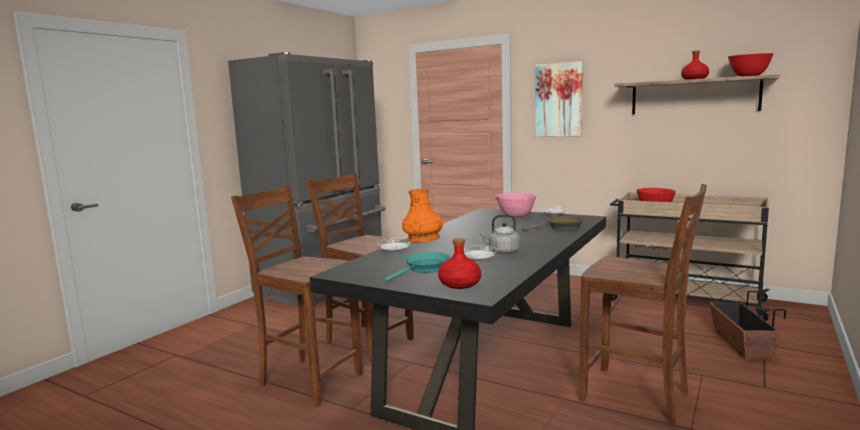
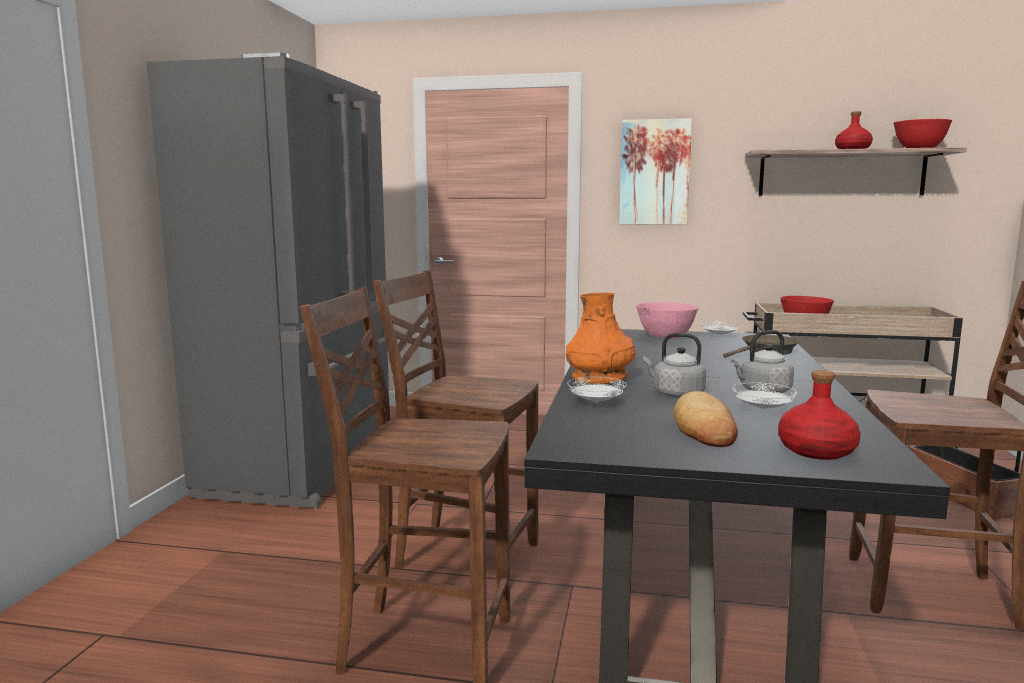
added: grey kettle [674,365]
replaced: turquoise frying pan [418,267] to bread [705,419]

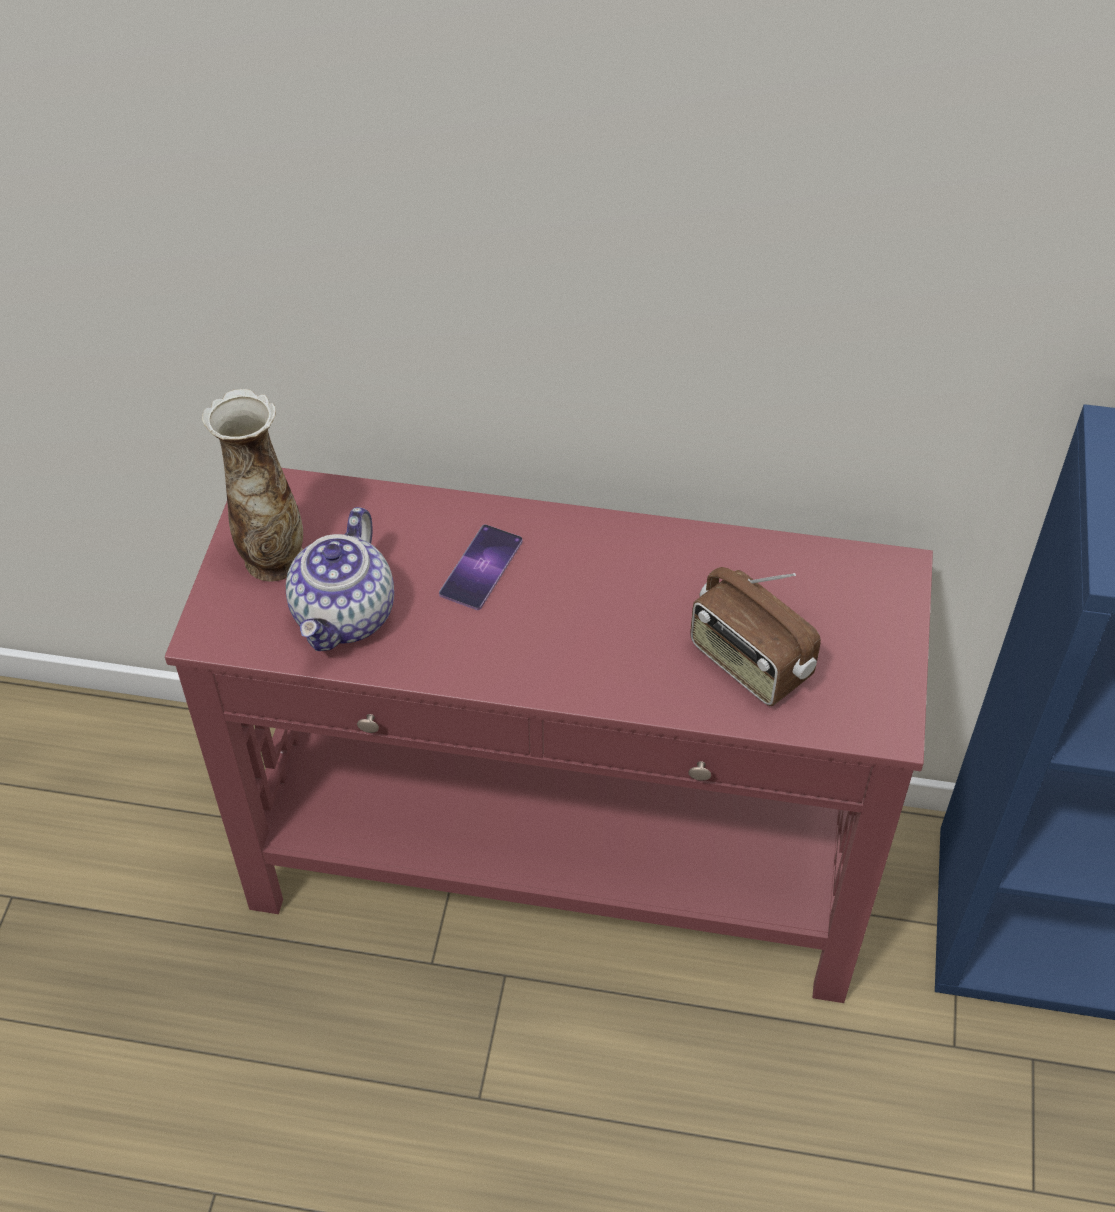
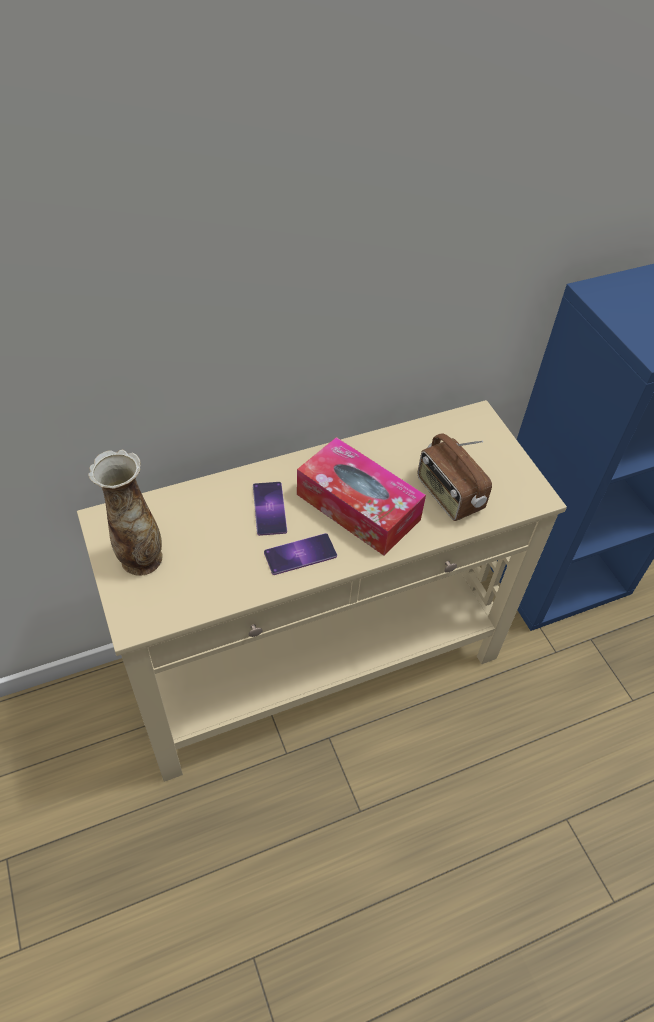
removed: teapot [340,579]
added: tissue box [361,496]; phone [300,554]
recoloured: red console table [549,735] to beige console table [322,591]
turned: radio [755,636] = [455,477] 45 degrees clockwise

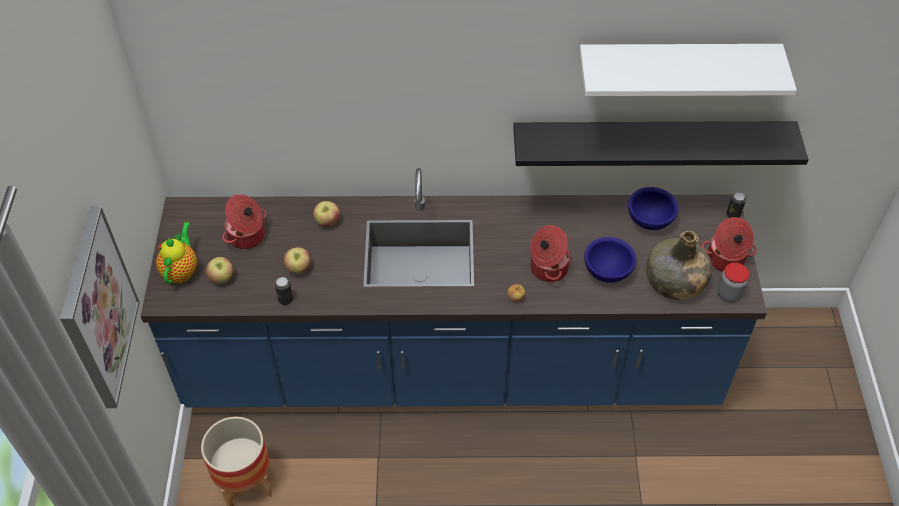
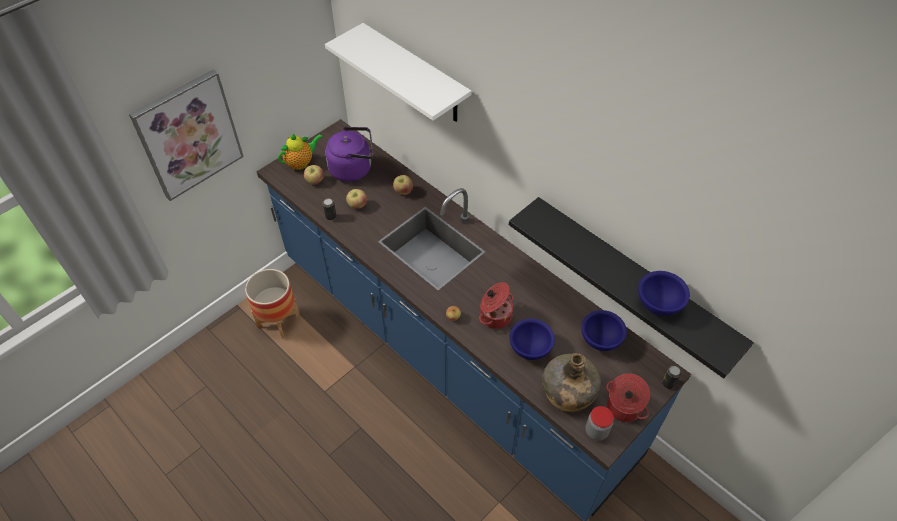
added: blue bowl [664,293]
moved: white shelf [688,70] to [398,72]
replaced: cooking pot [244,221] to purple kettle [349,154]

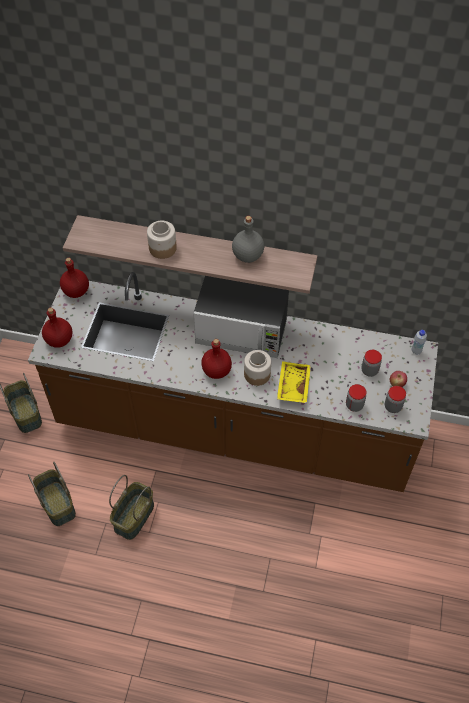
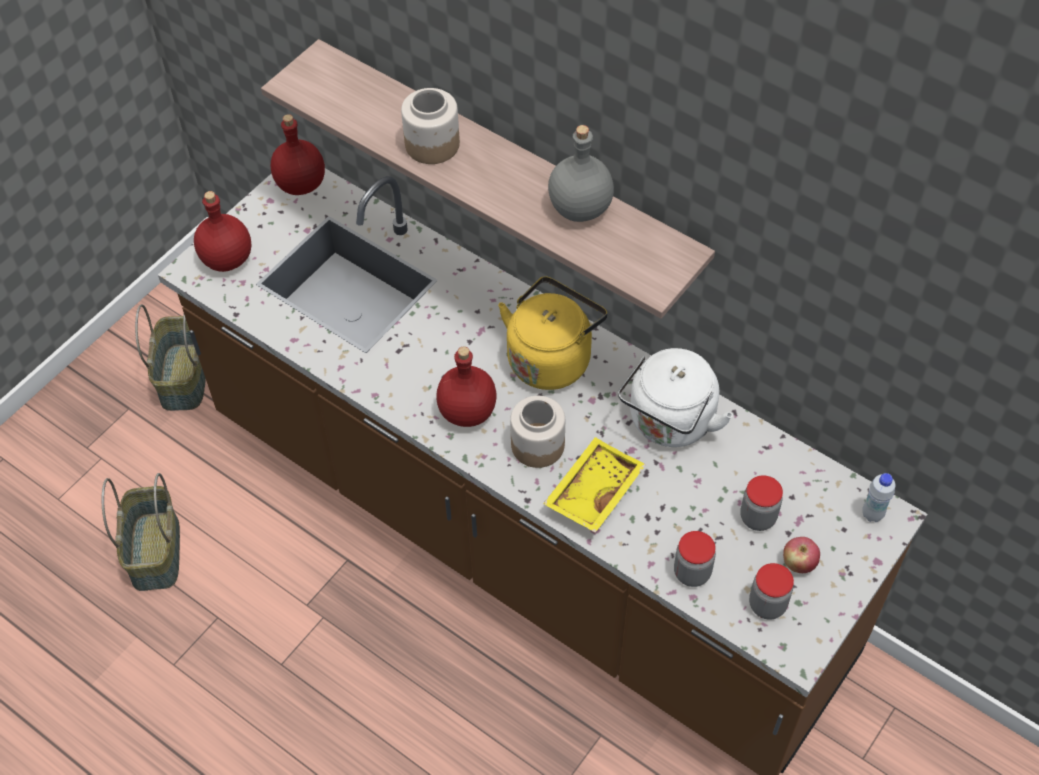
removed: basket [131,507]
added: white kettle [675,397]
replaced: microwave [241,317] to yellow kettle [552,333]

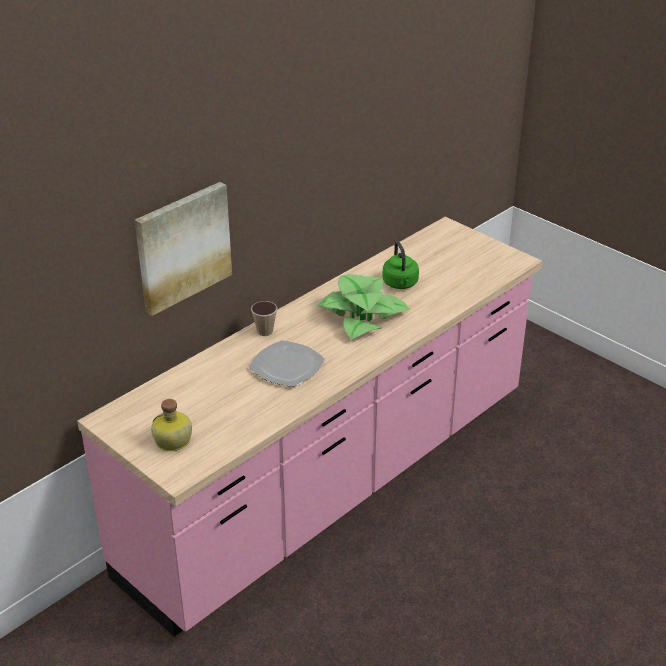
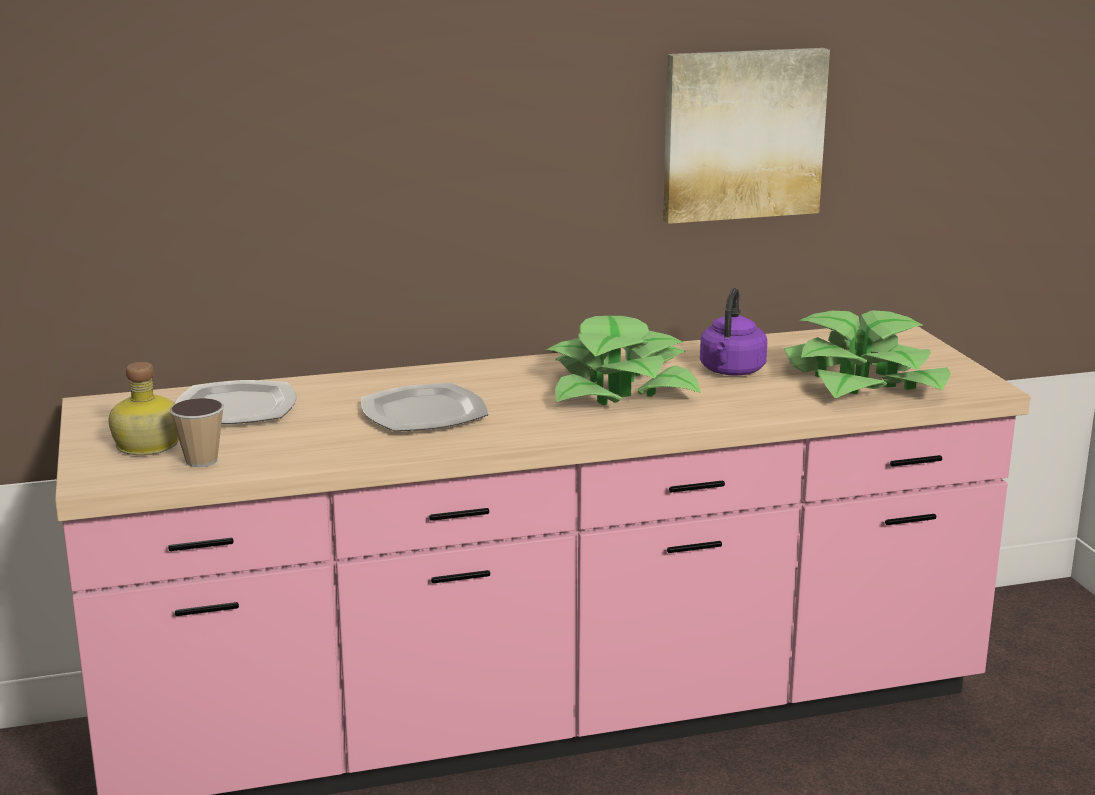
added: potted plant [867,354]; plate [236,402]
moved: picture [183,249] to [746,136]; cup [264,318] to [197,432]
recoloured: green kettle [400,265] to purple kettle [733,331]

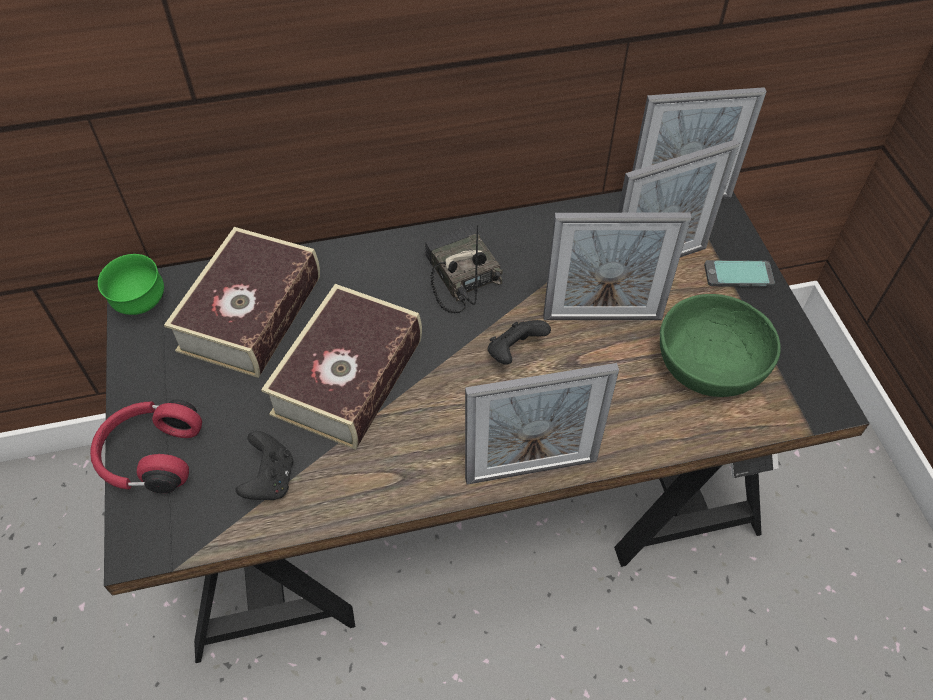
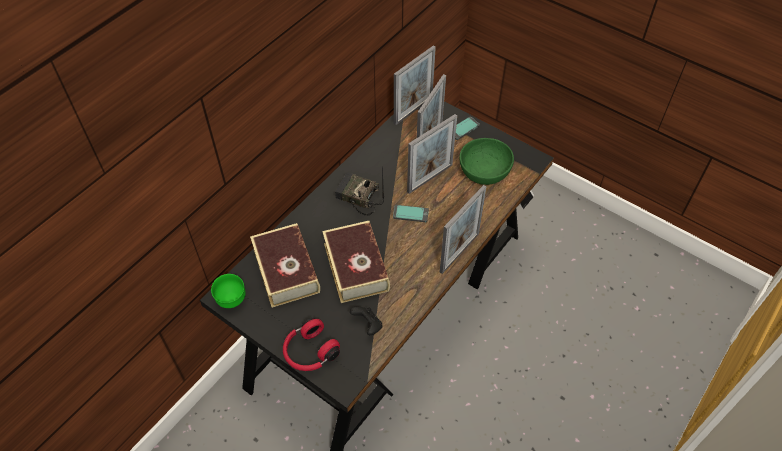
replaced: black game controller [519,342] to phone [411,213]

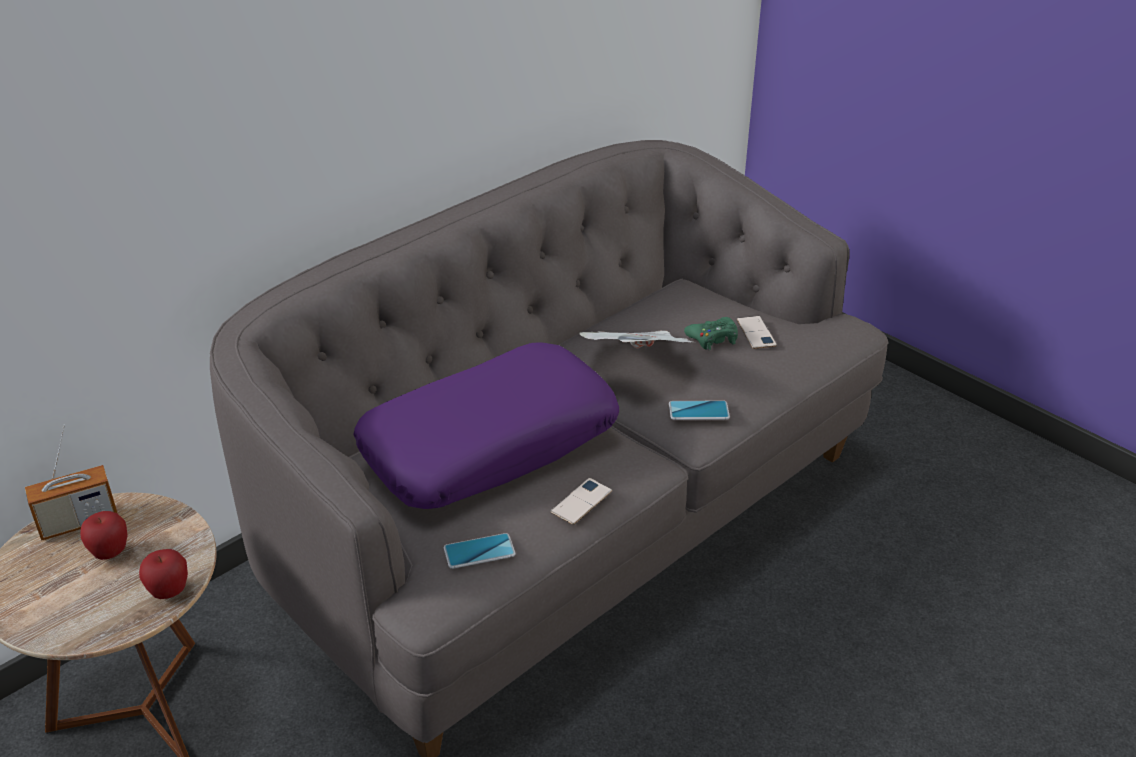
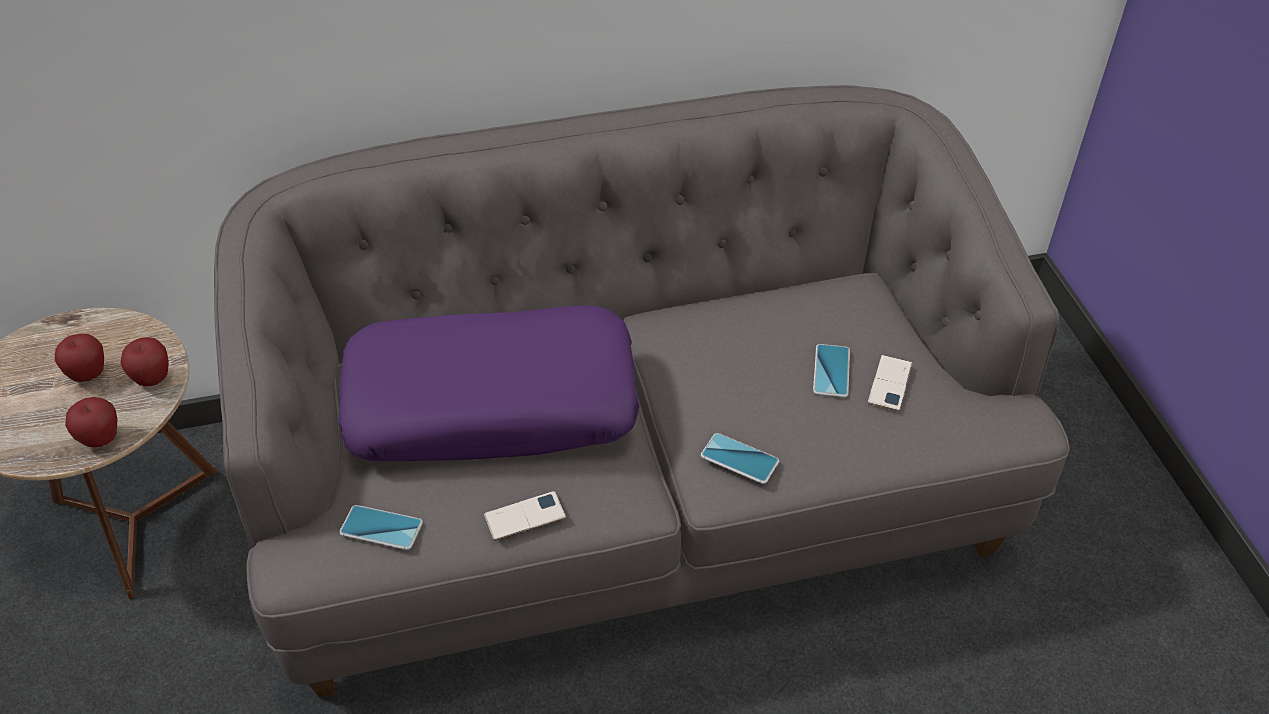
removed: newspaper [638,339]; radio [71,483]
added: apple [144,361]
replaced: green game controller [711,333] to phone [831,370]

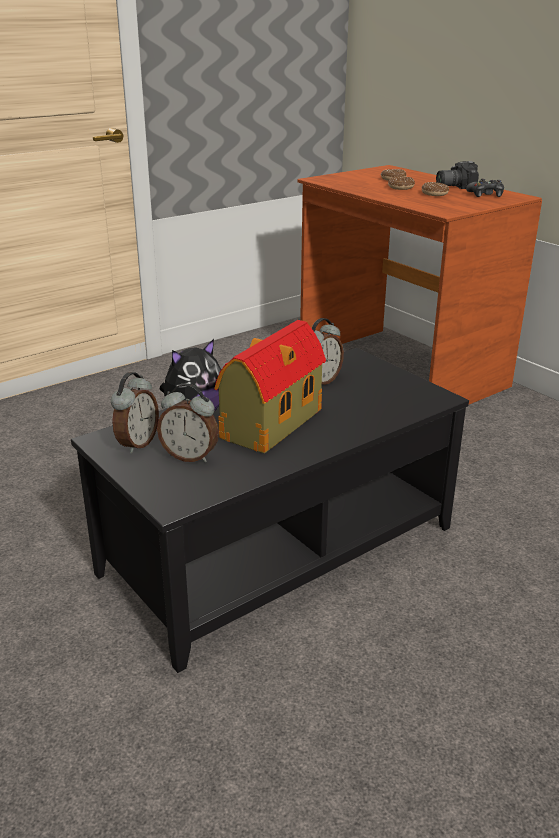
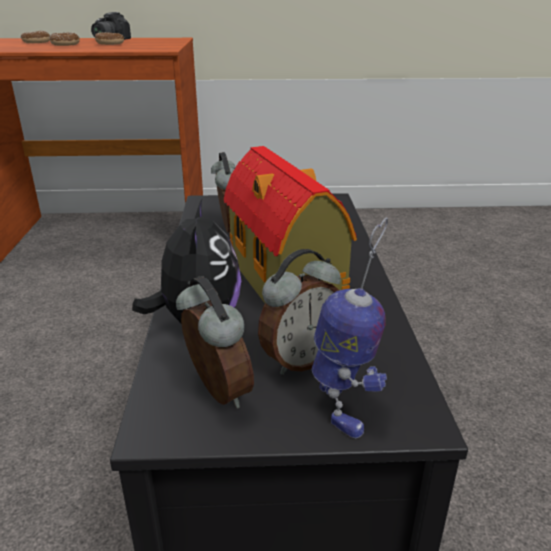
removed: black game controller [485,188]
added: toy robot [350,327]

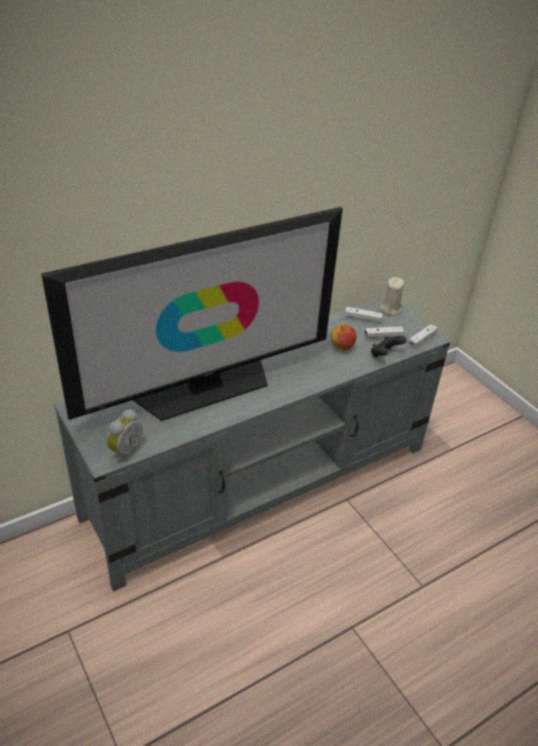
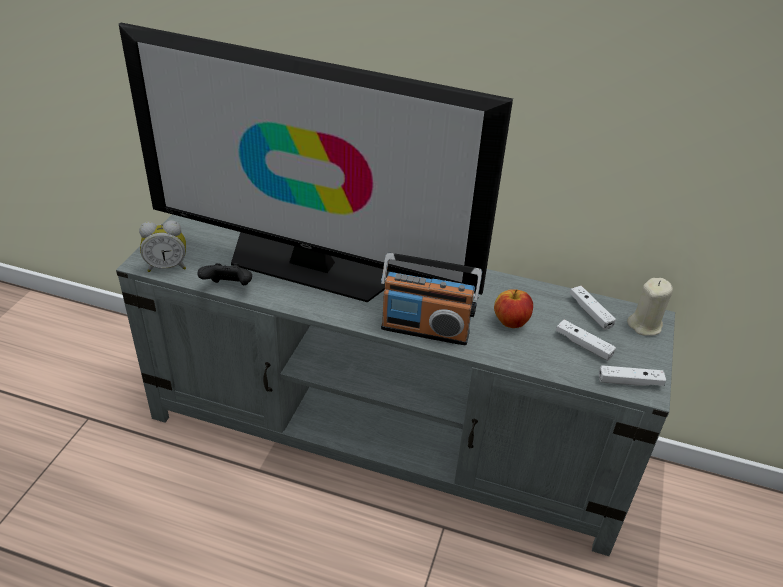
added: radio [431,299]
moved: black game controller [389,346] to [224,274]

